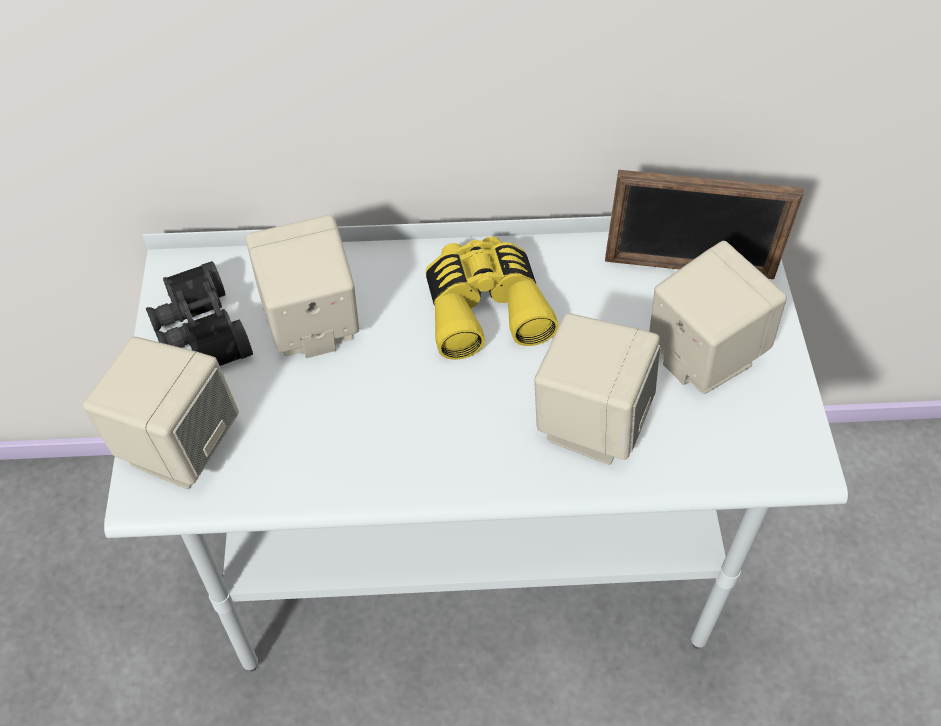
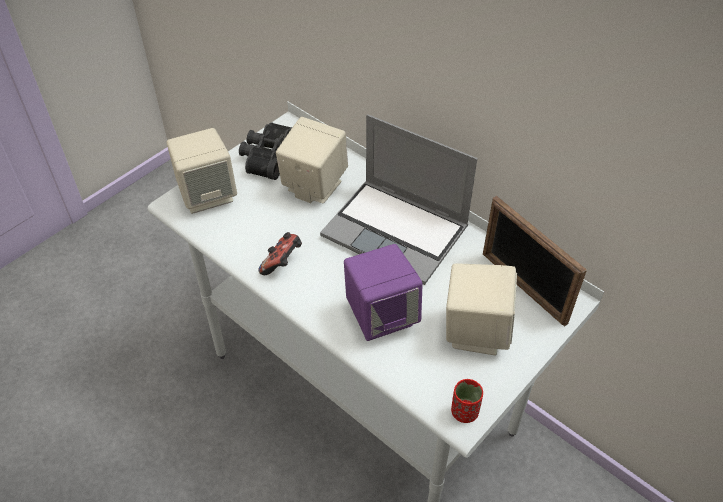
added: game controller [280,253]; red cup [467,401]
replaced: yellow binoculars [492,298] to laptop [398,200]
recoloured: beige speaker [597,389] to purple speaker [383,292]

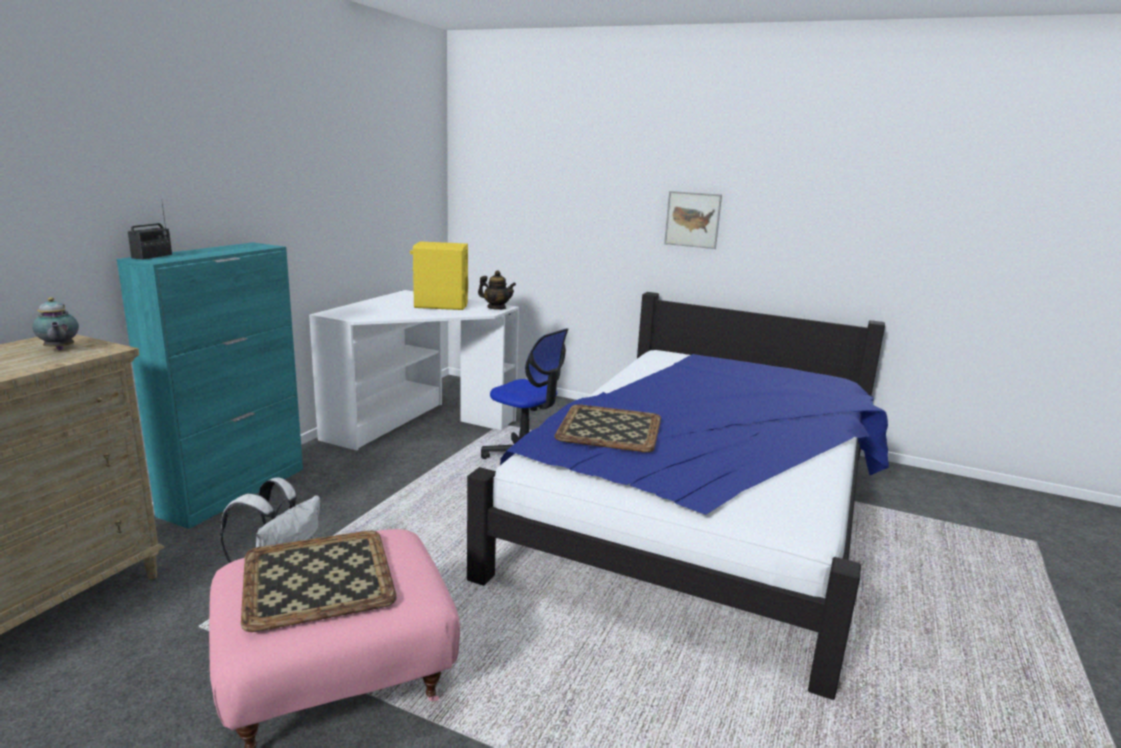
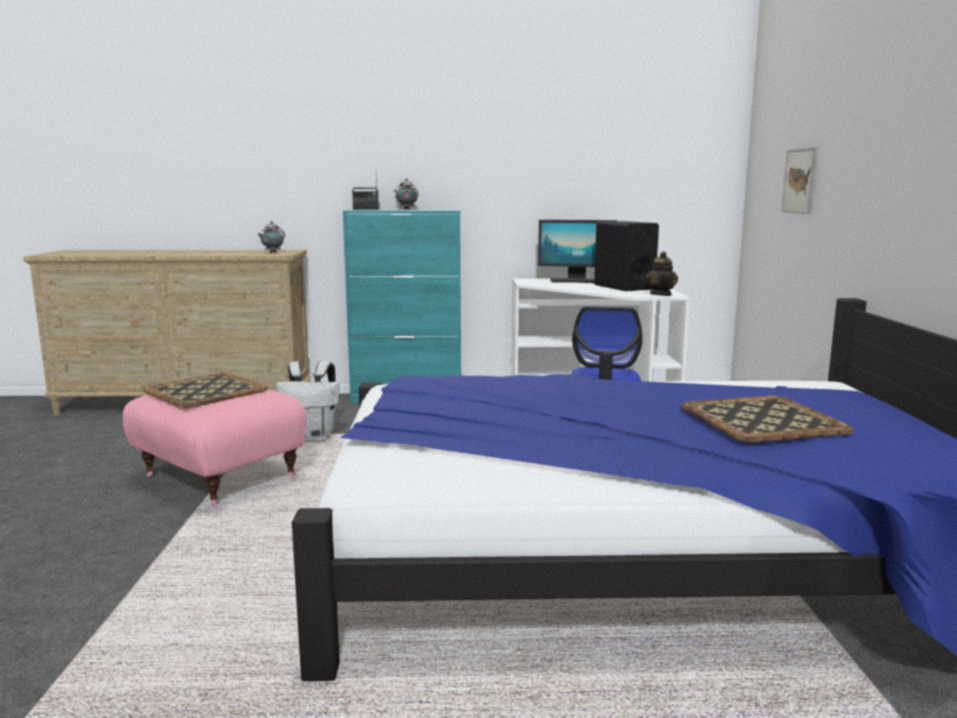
added: teapot [406,194]; monitor [577,251]
moved: picture [693,220] to [800,180]; tray [607,428] to [767,419]
recoloured: yellow speaker [439,276] to black speaker [626,256]

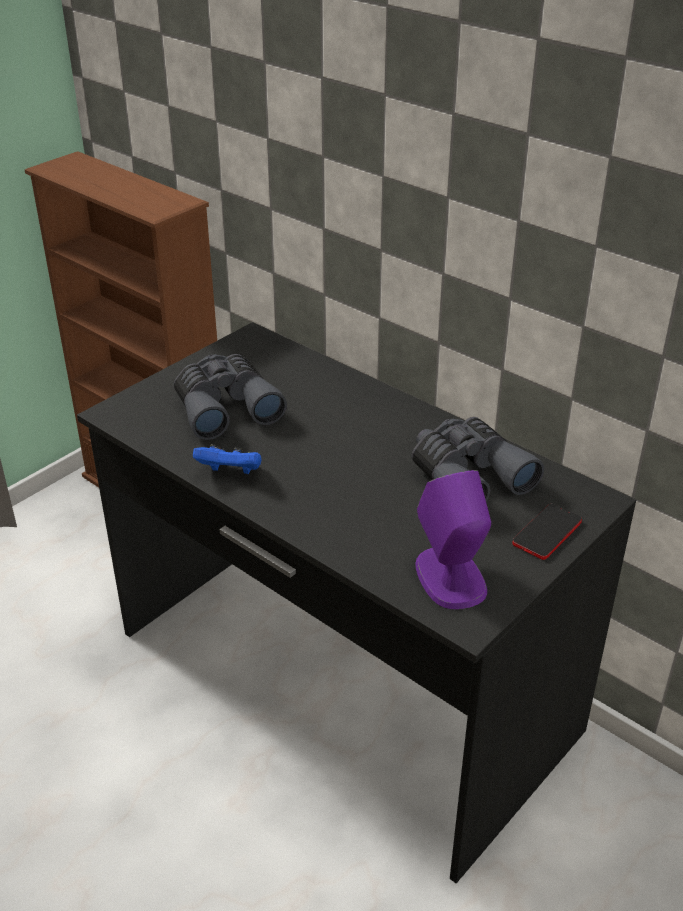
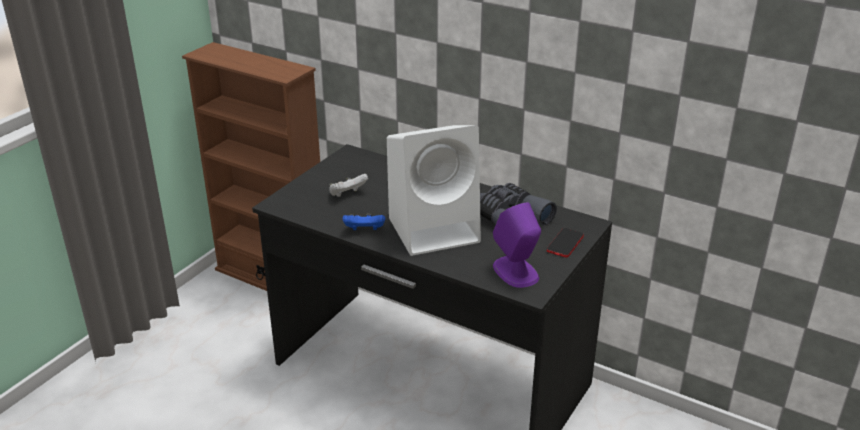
added: white speaker [434,190]
replaced: grey binoculars [230,397] to white game controller [349,185]

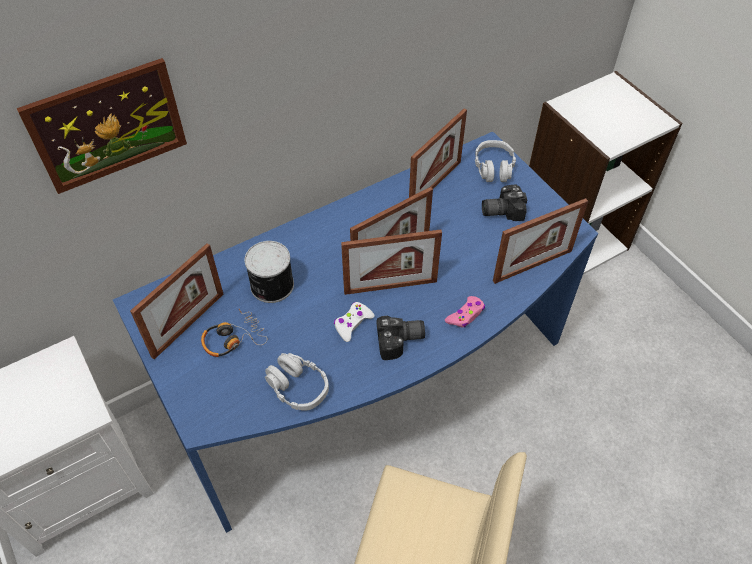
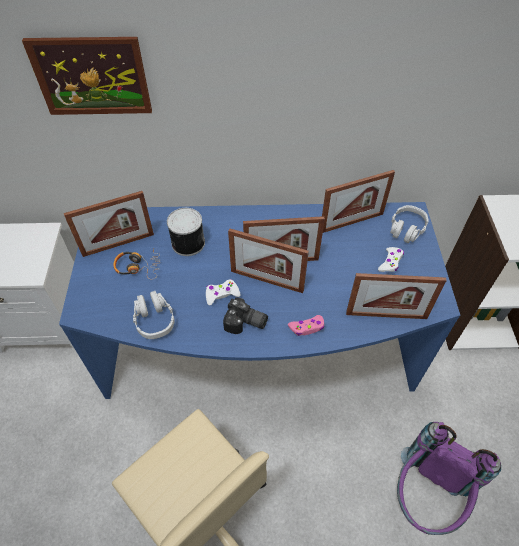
added: purple backpack [449,478]
replaced: photo camera [504,202] to white game controller [391,259]

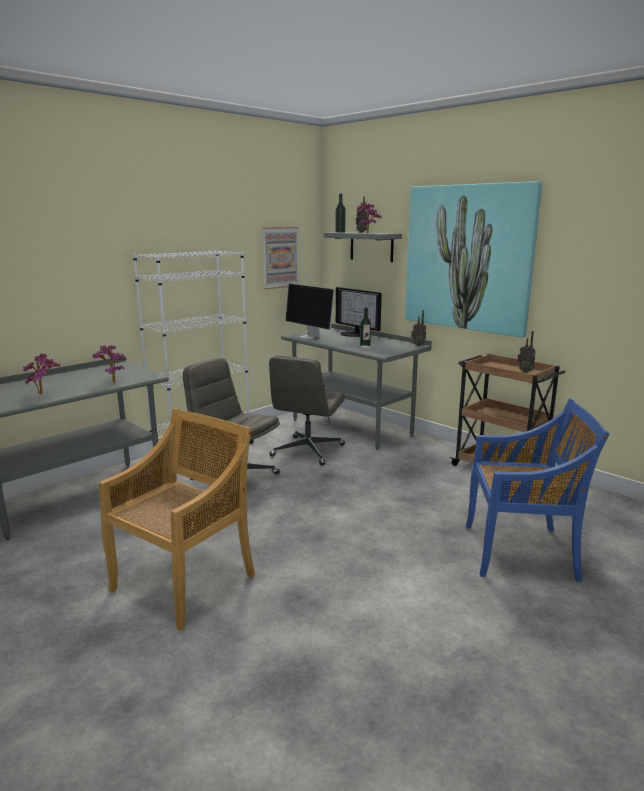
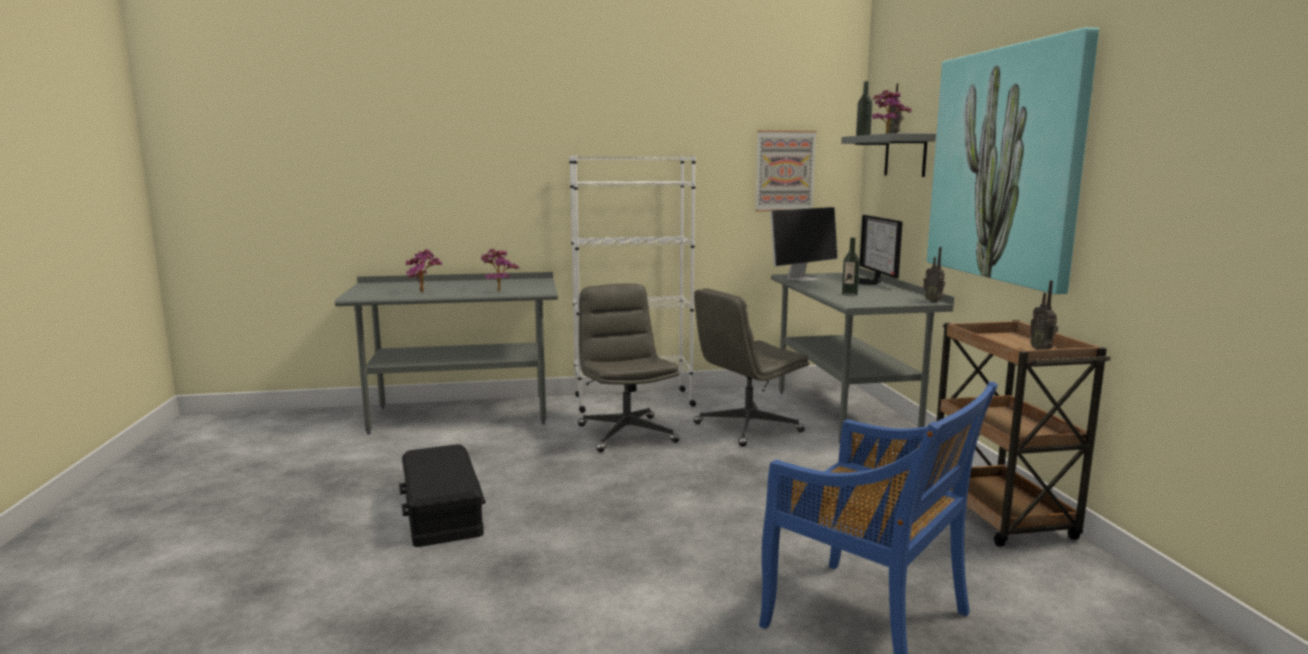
replaced: beige chair [177,519] to black storage box [442,495]
turned: monitor [310,312] = [804,244] 120 degrees counterclockwise

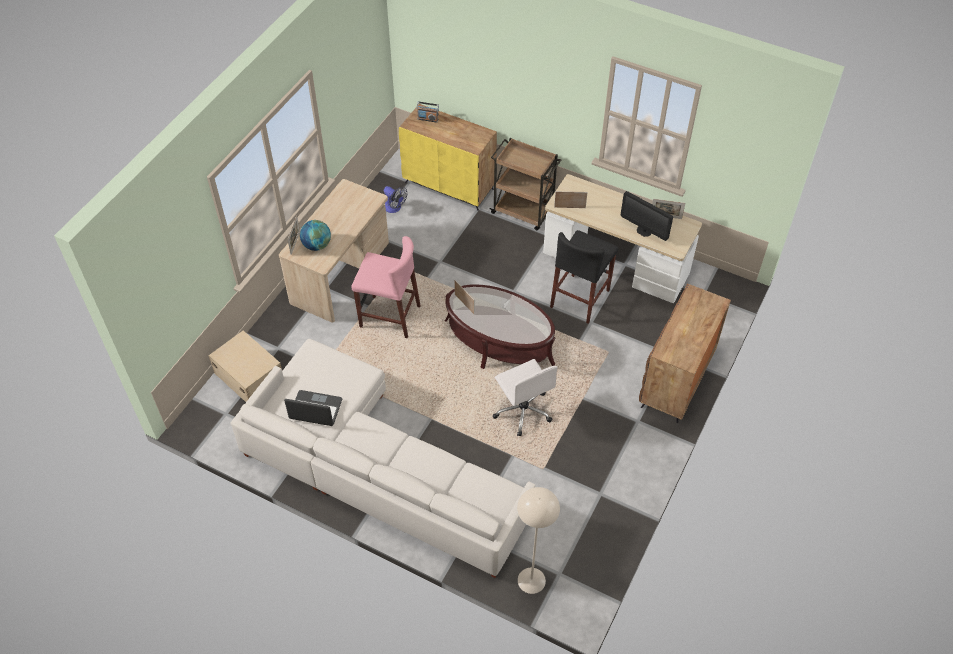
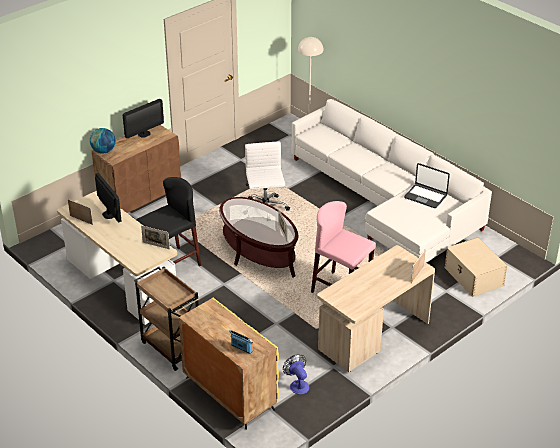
added: monitor [143,118]
moved: globe [315,235] to [103,141]

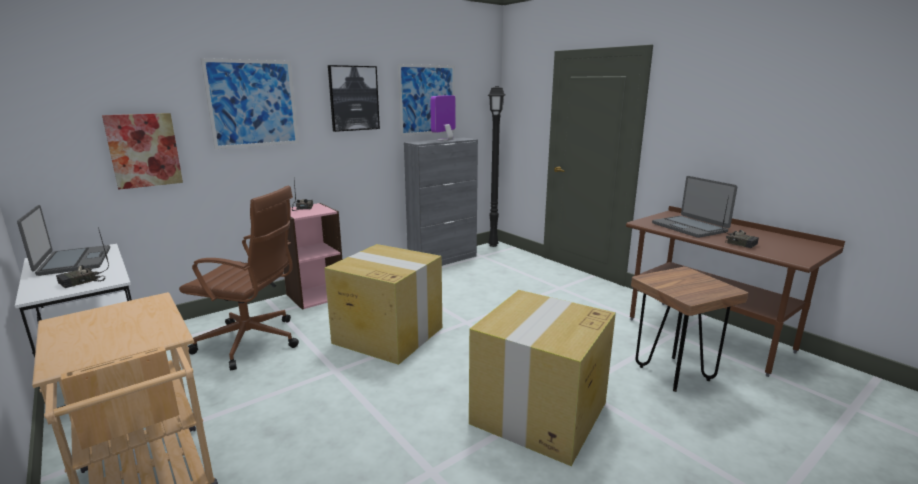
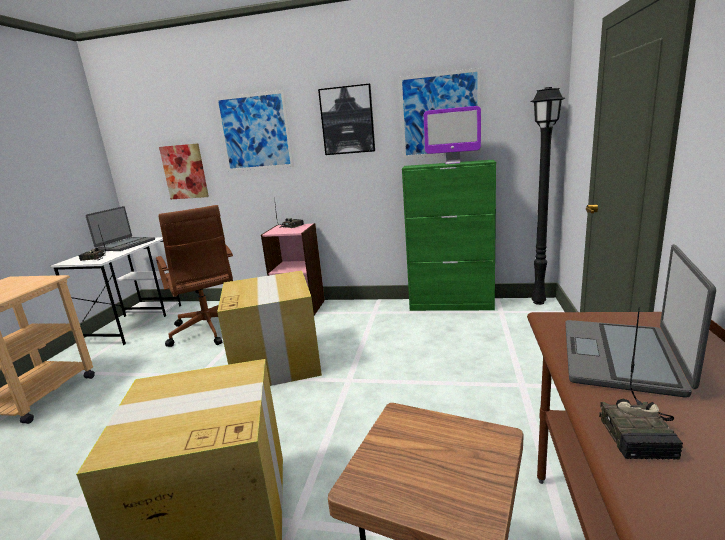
recoloured: grey cabinet [441,202] to green cabinet [449,235]
turned: monitor [443,118] = [452,135] 150 degrees counterclockwise

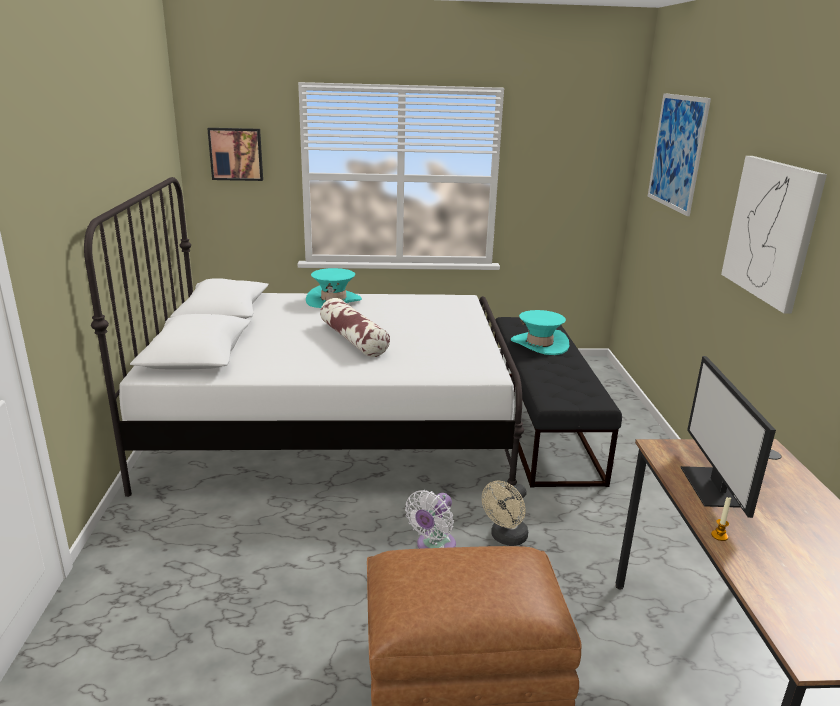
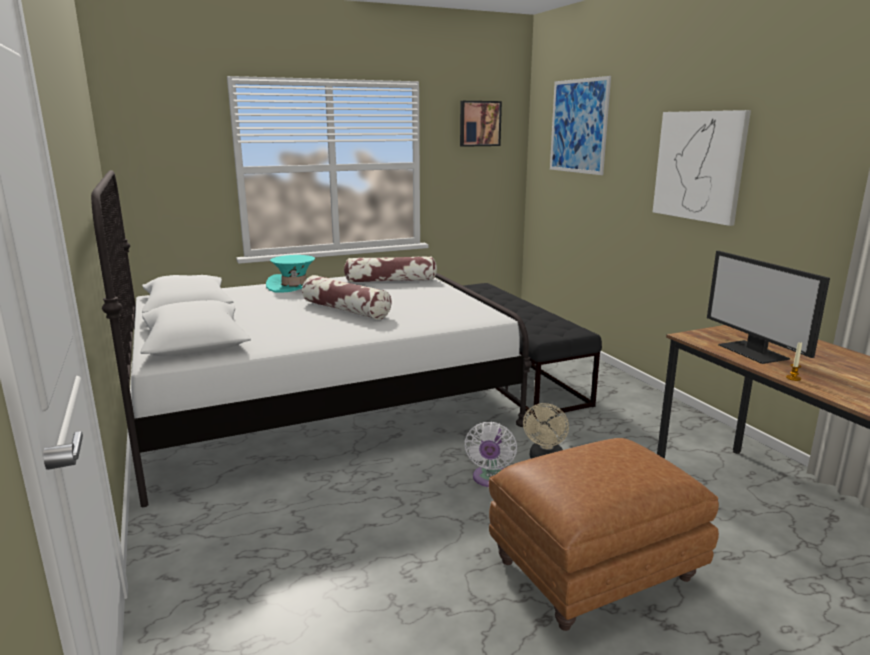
removed: turquoise hat [540,332]
added: pillow [390,269]
moved: picture [235,154] to [481,124]

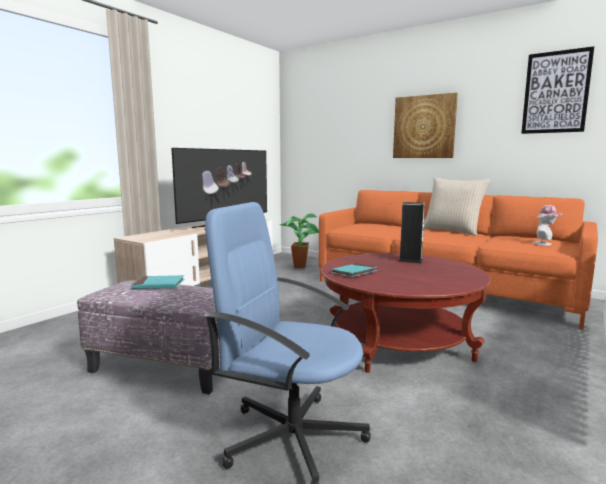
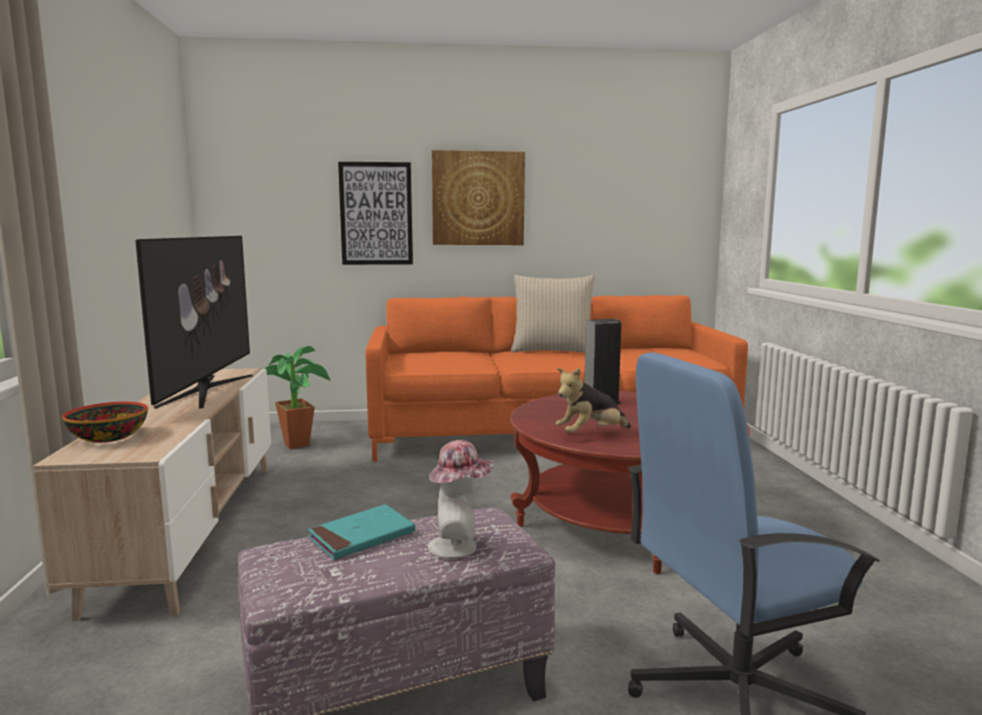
added: bowl [105,422]
moved: picture [557,90] to [375,213]; hat [547,225] to [461,499]
replaced: turquoise book [354,270] to plush toy [593,400]

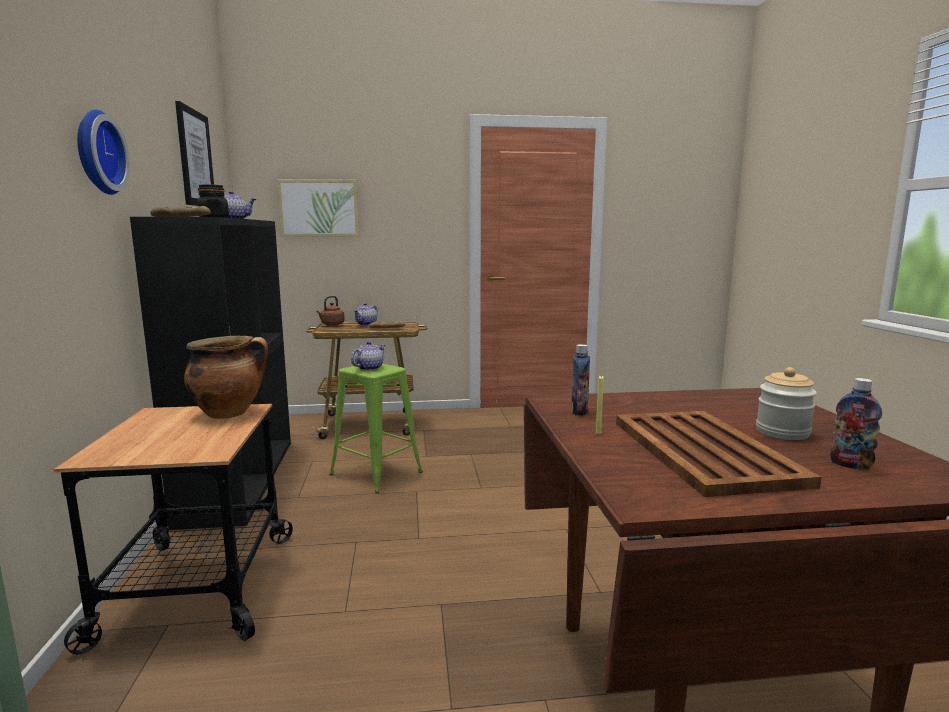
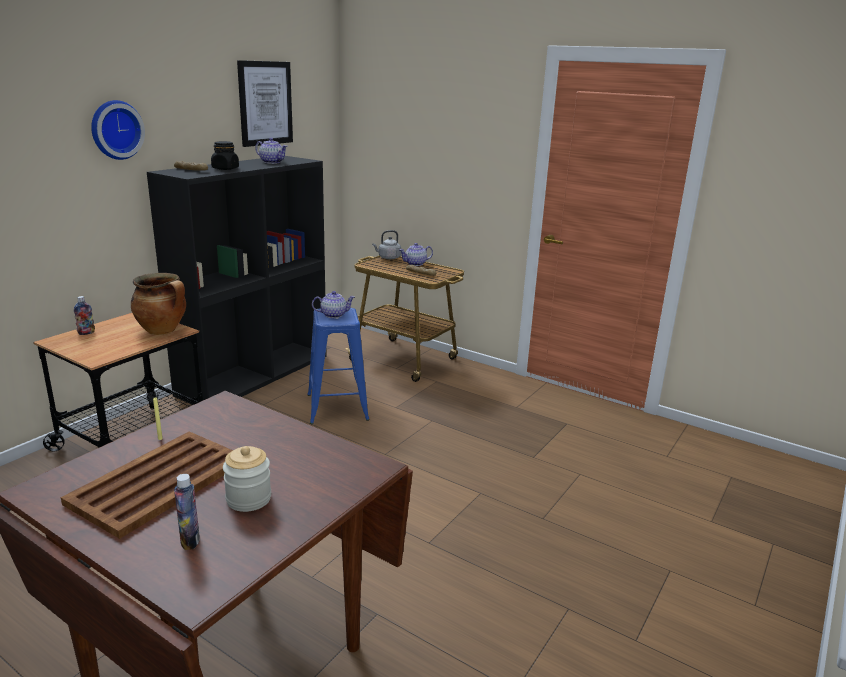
removed: picture [318,207]
moved: bottle [580,380] to [84,315]
recoloured: brown kettle [330,311] to grey kettle [386,244]; green stool [376,428] to blue stool [338,366]

